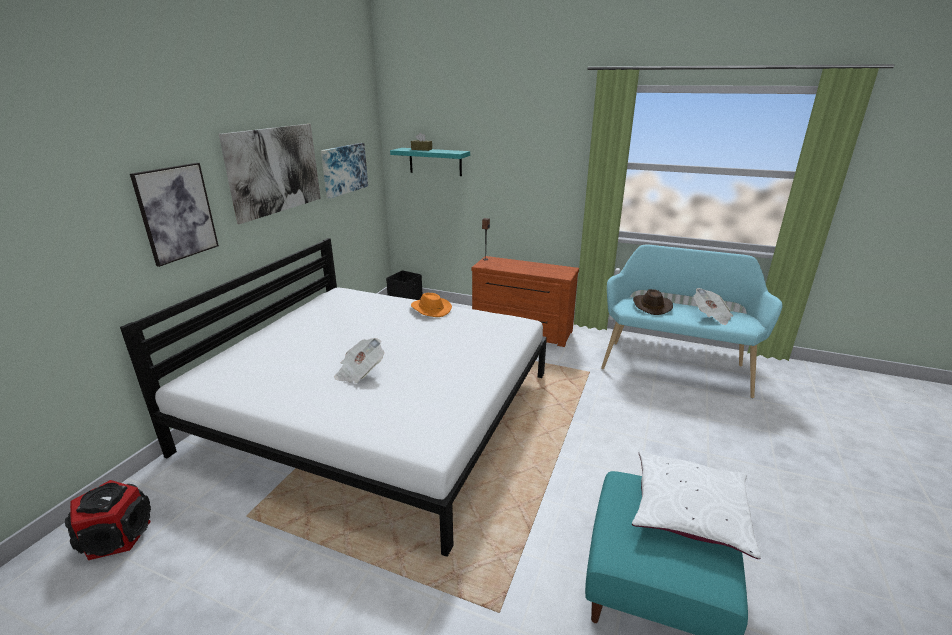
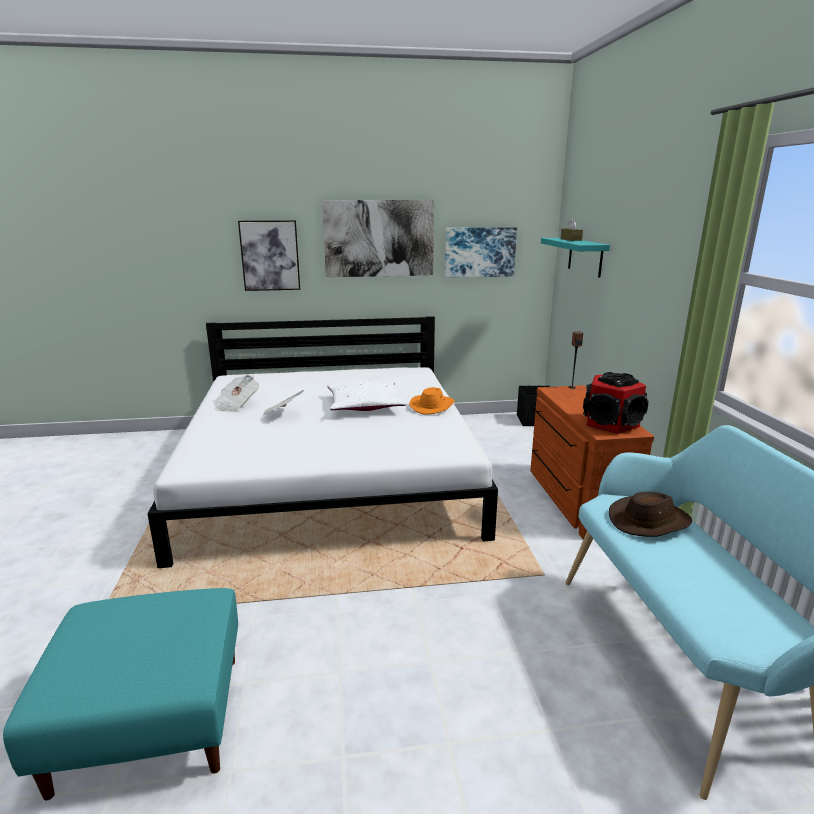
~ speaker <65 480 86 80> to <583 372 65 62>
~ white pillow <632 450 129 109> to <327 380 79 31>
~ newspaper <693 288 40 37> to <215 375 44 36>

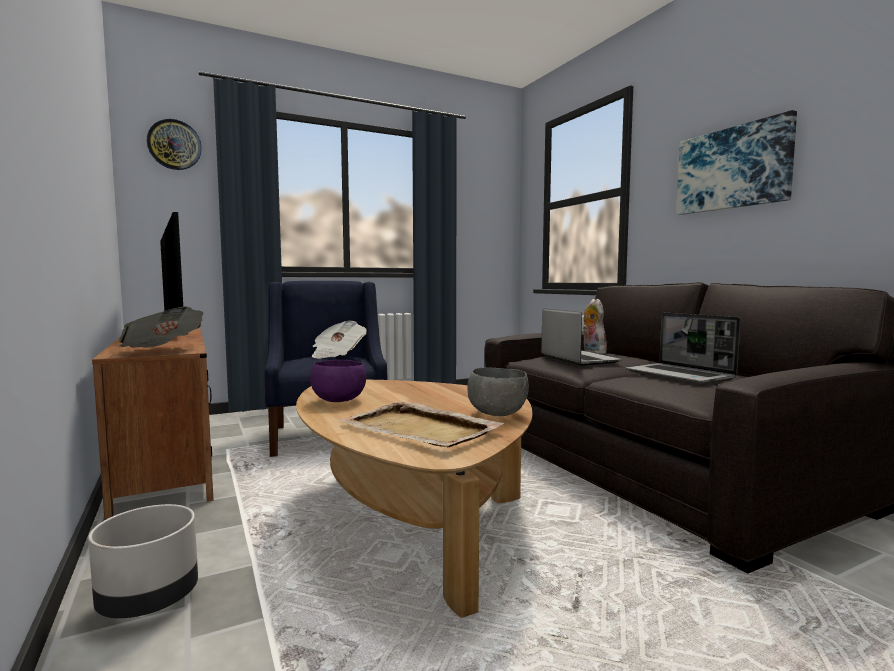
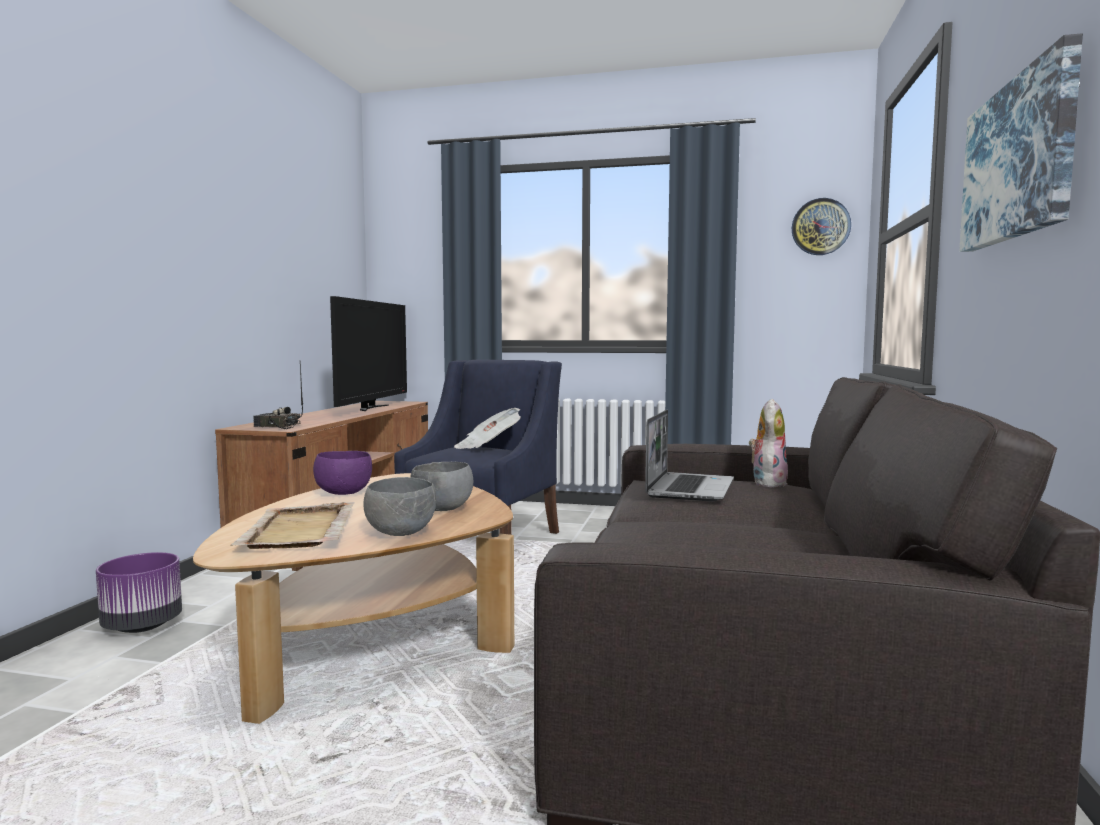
~ grey planter <88 504 110 114> to purple planter <96 552 86 81>
~ newspaper <119 307 85 41> to radio <253 362 50 67>
~ wall clock <147 119 55 51> to <792 198 59 57>
- laptop <626 313 115 71>
+ grey bowl <410 462 63 49>

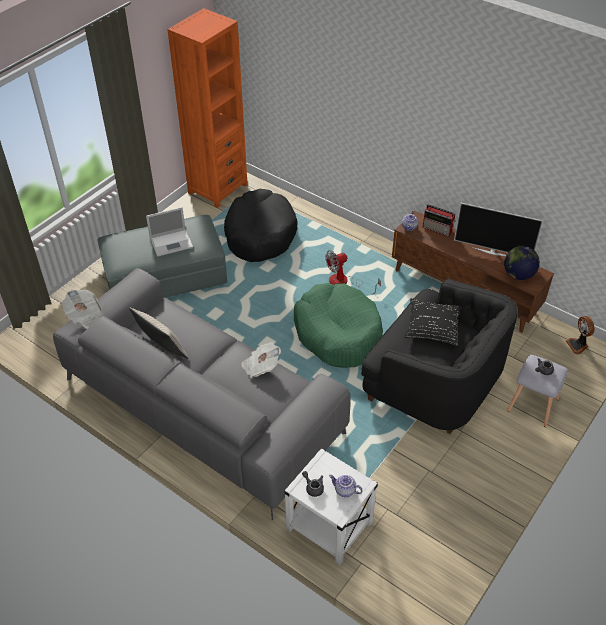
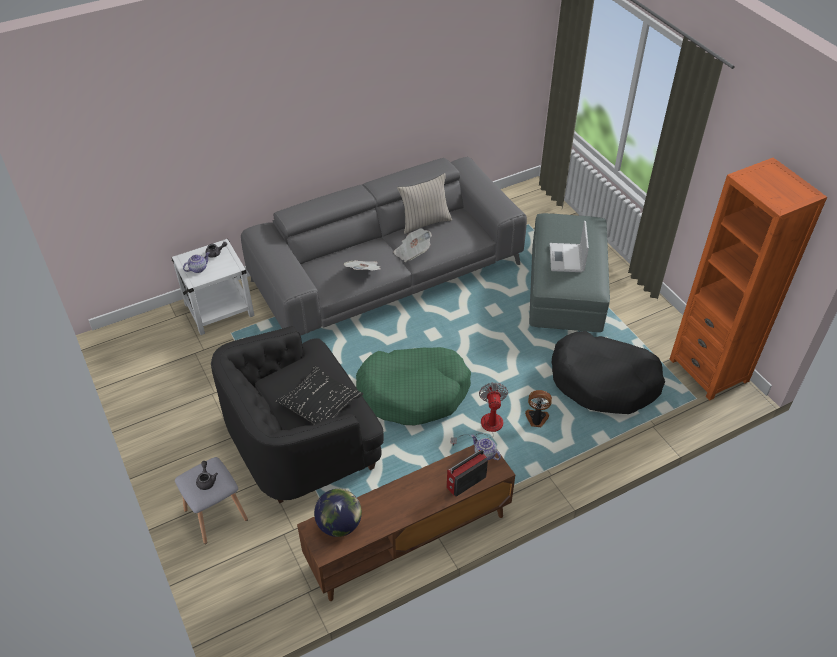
~ newspaper <62 289 41 40> to <394 228 38 34>
- television <454 203 89 53>
~ fan <566 316 29 39> to <525 390 27 37>

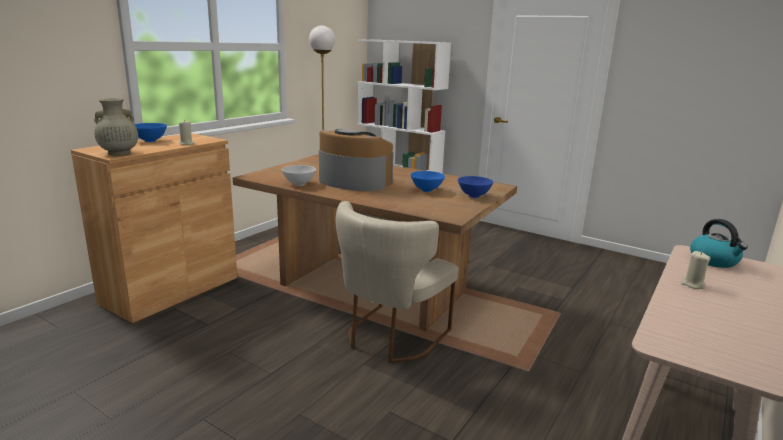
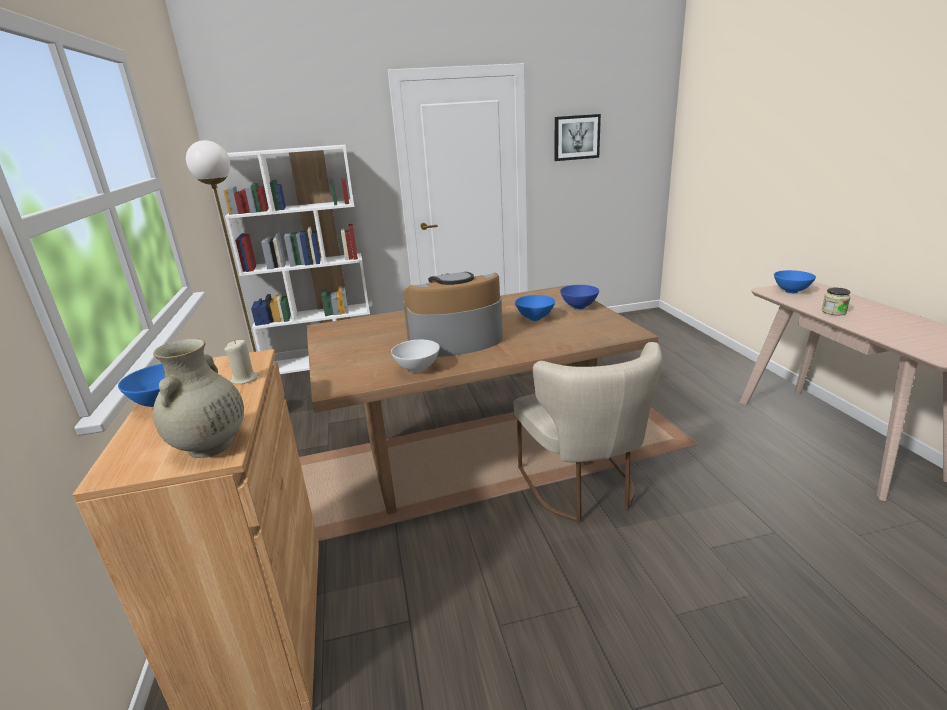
~ beige candle <681 251 29 38> to jar <822 287 29 28>
~ kettle <690 219 58 49> to blue bowl <774 270 42 23>
+ picture <555 114 46 47>

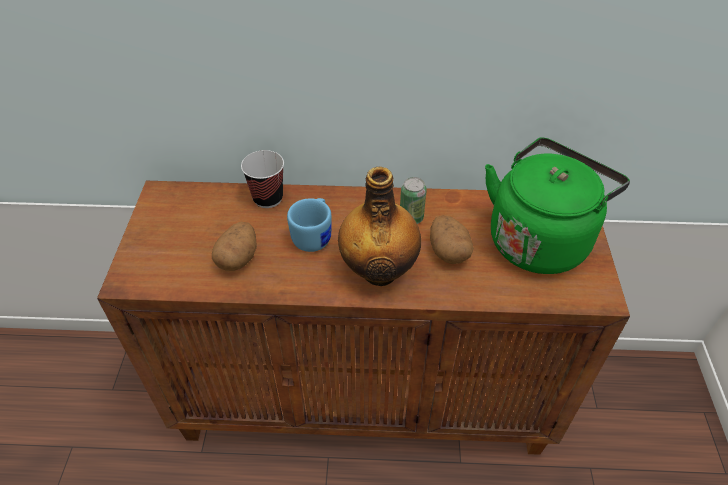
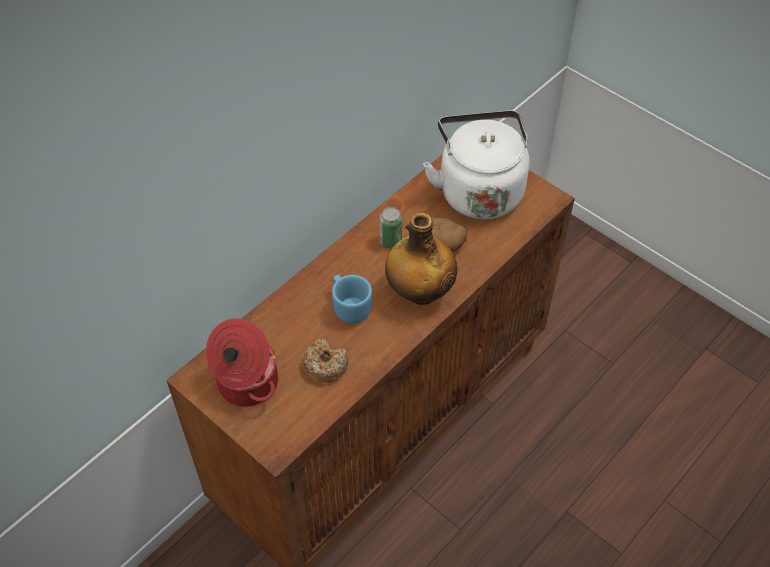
~ potato <212 222 45 49> to donut <302 338 46 45>
- cup <241 150 43 58>
~ green kettle <485 138 145 136> to white kettle <423 110 107 109>
+ cooking pot <206 318 72 89>

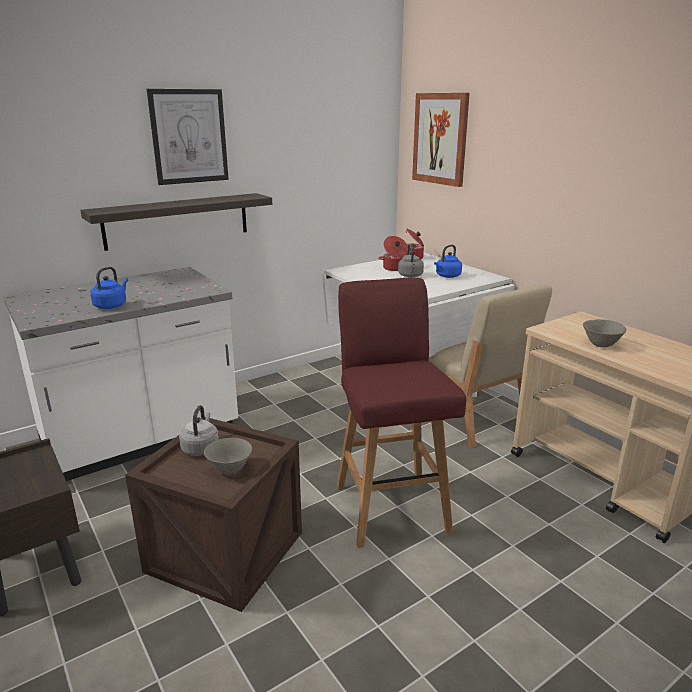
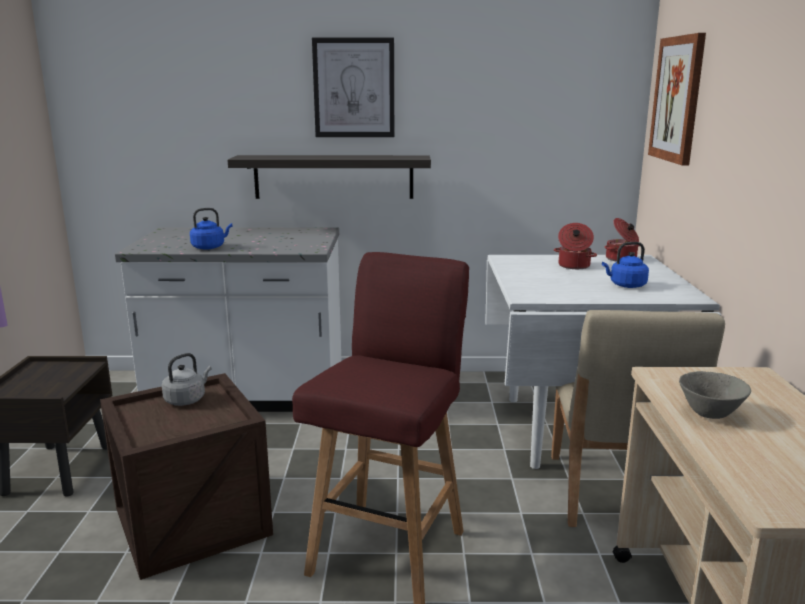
- grey bowl <204 438 48 37>
- grey kettle <398 244 26 33>

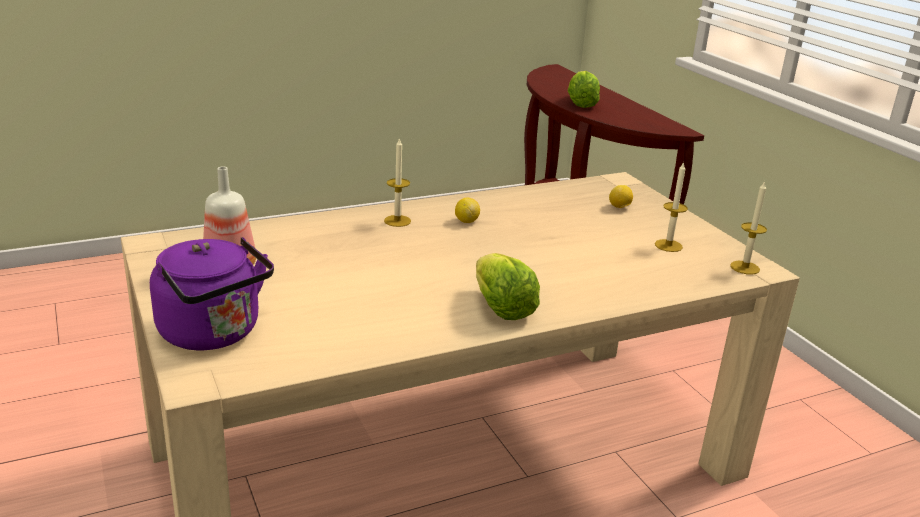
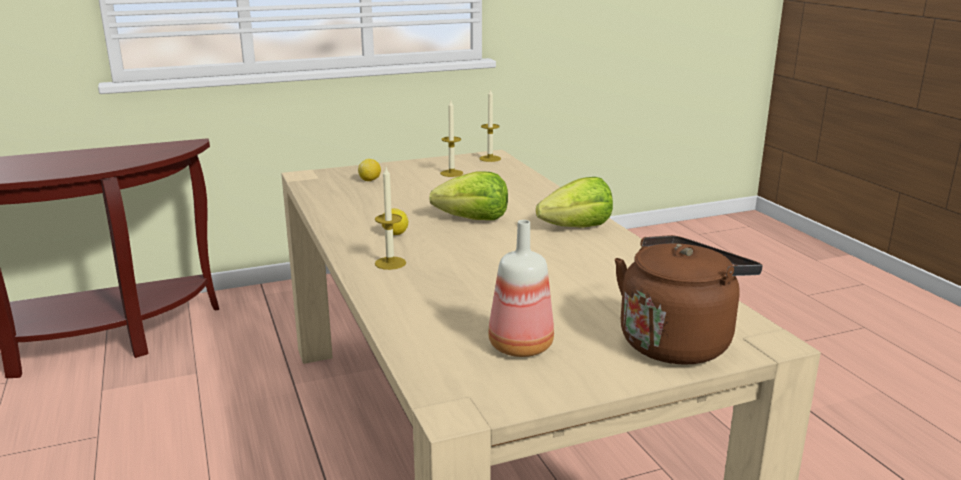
~ purple kettle <150 237 124 113> to brown kettle <615 235 148 130>
~ lettuce <568 71 32 37> to <429 171 79 49>

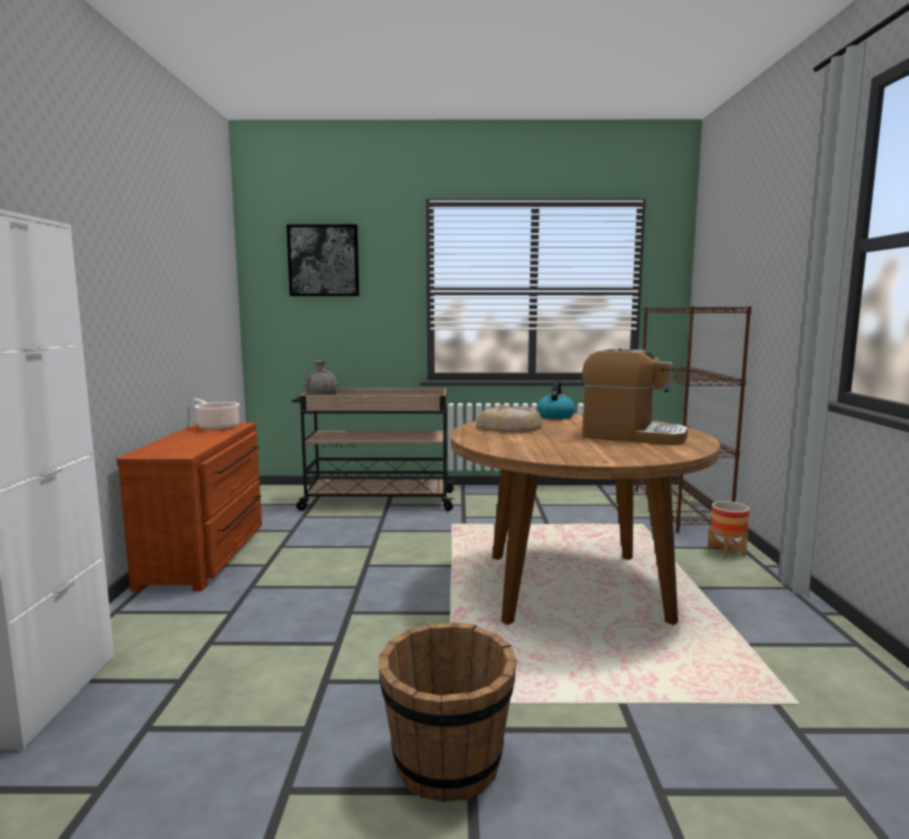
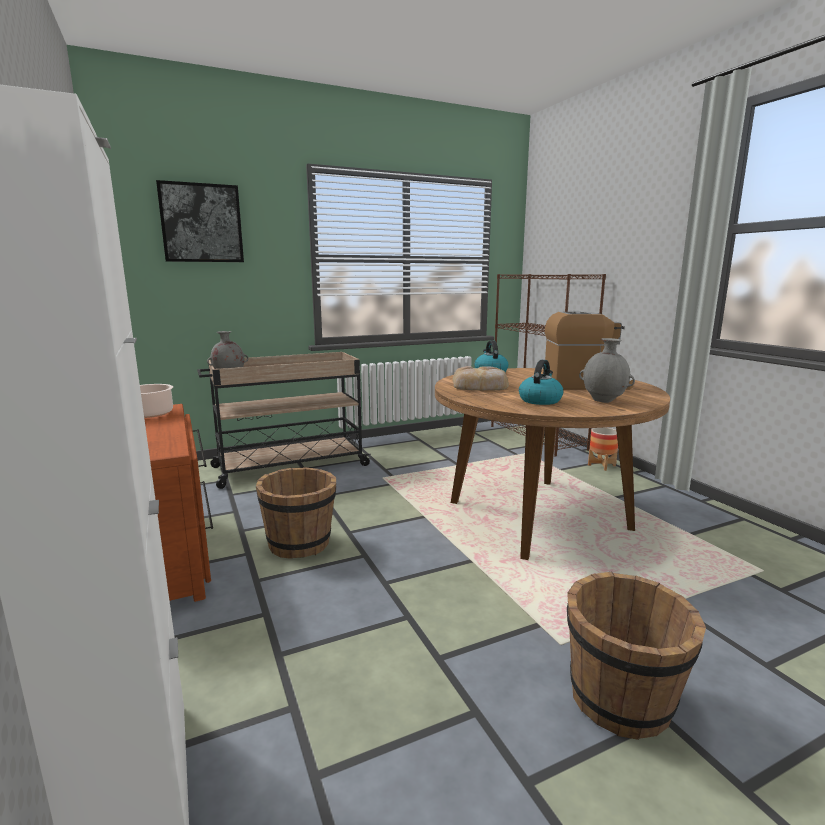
+ brown bucket <256 467 80 92>
+ kettle <519 360 45 45>
+ grey vase <579 338 56 65>

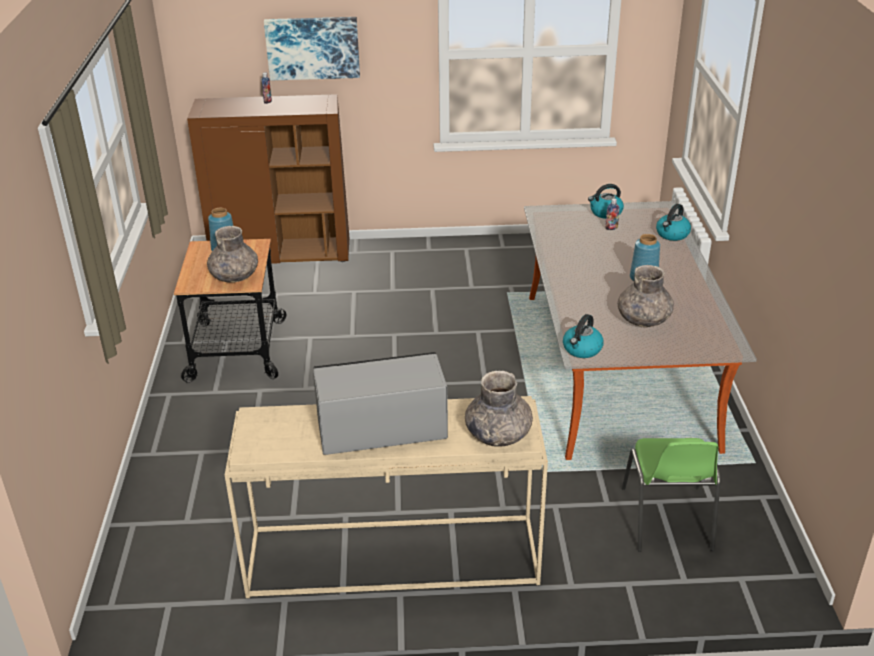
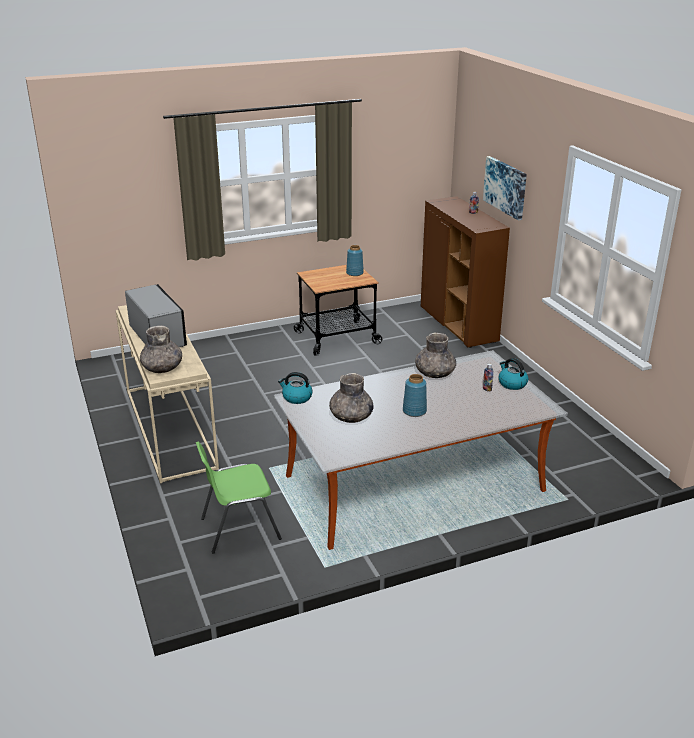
~ grey vase <207 226 51 57> to <415 332 41 46>
- kettle <656 204 35 37>

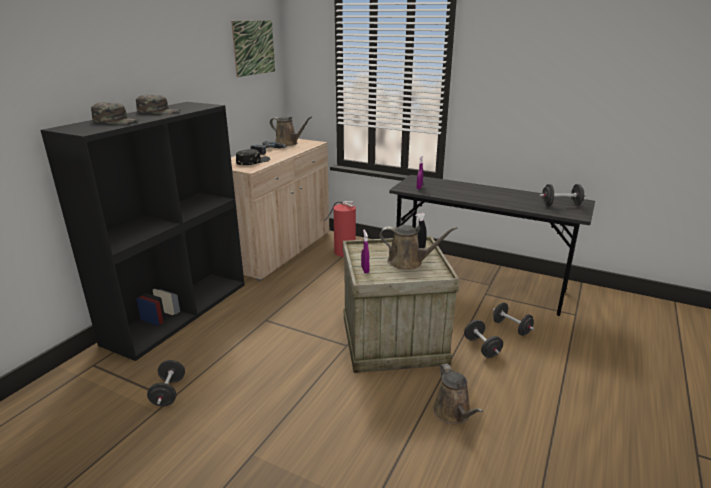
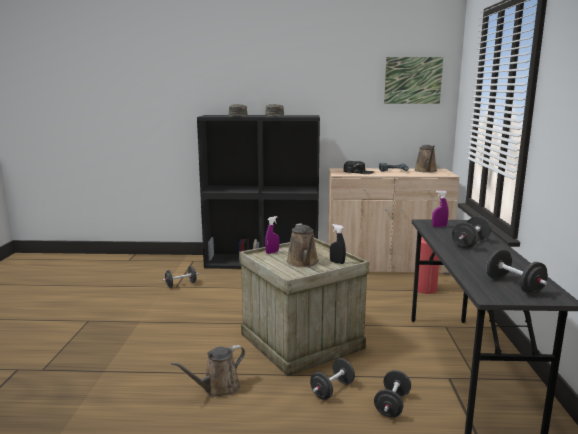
+ black dumbbell <452 216 39 33>

